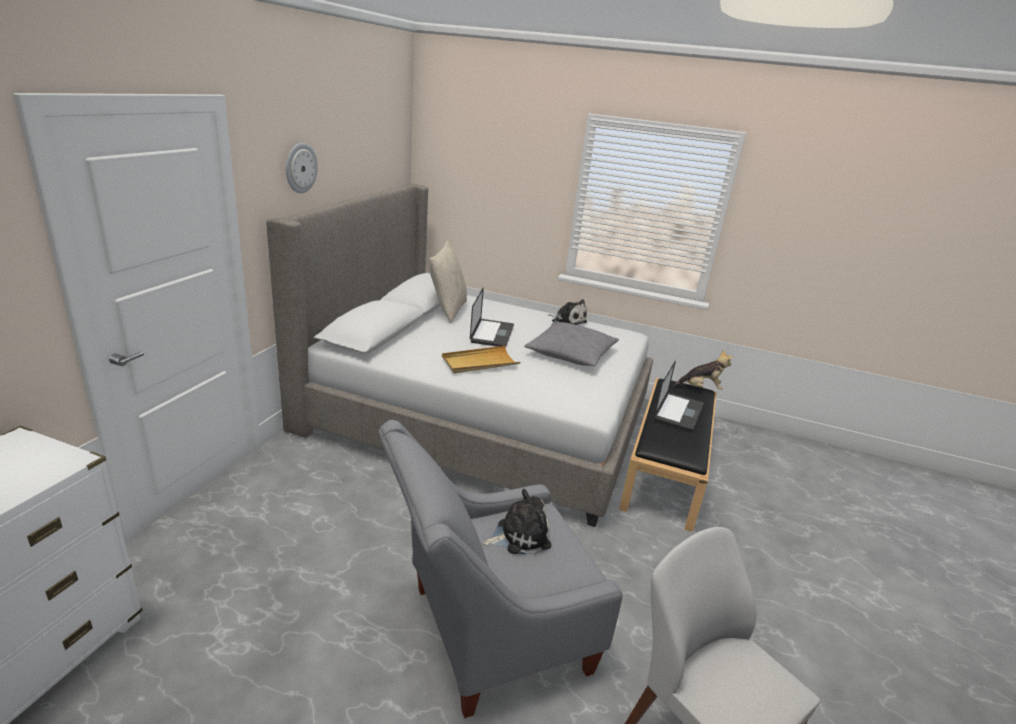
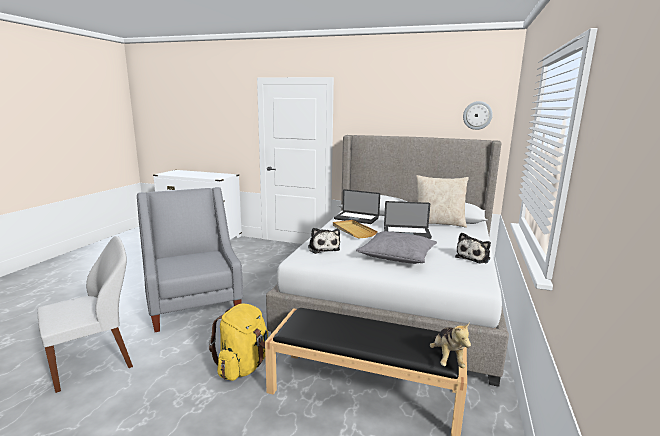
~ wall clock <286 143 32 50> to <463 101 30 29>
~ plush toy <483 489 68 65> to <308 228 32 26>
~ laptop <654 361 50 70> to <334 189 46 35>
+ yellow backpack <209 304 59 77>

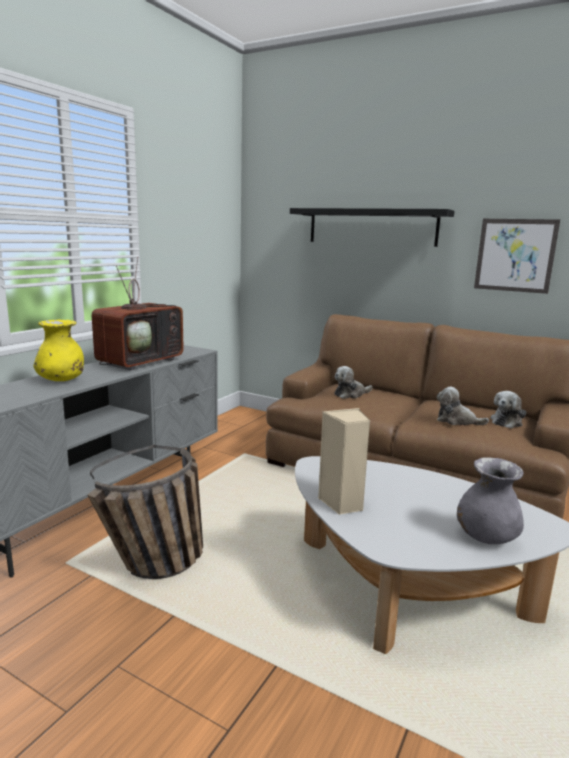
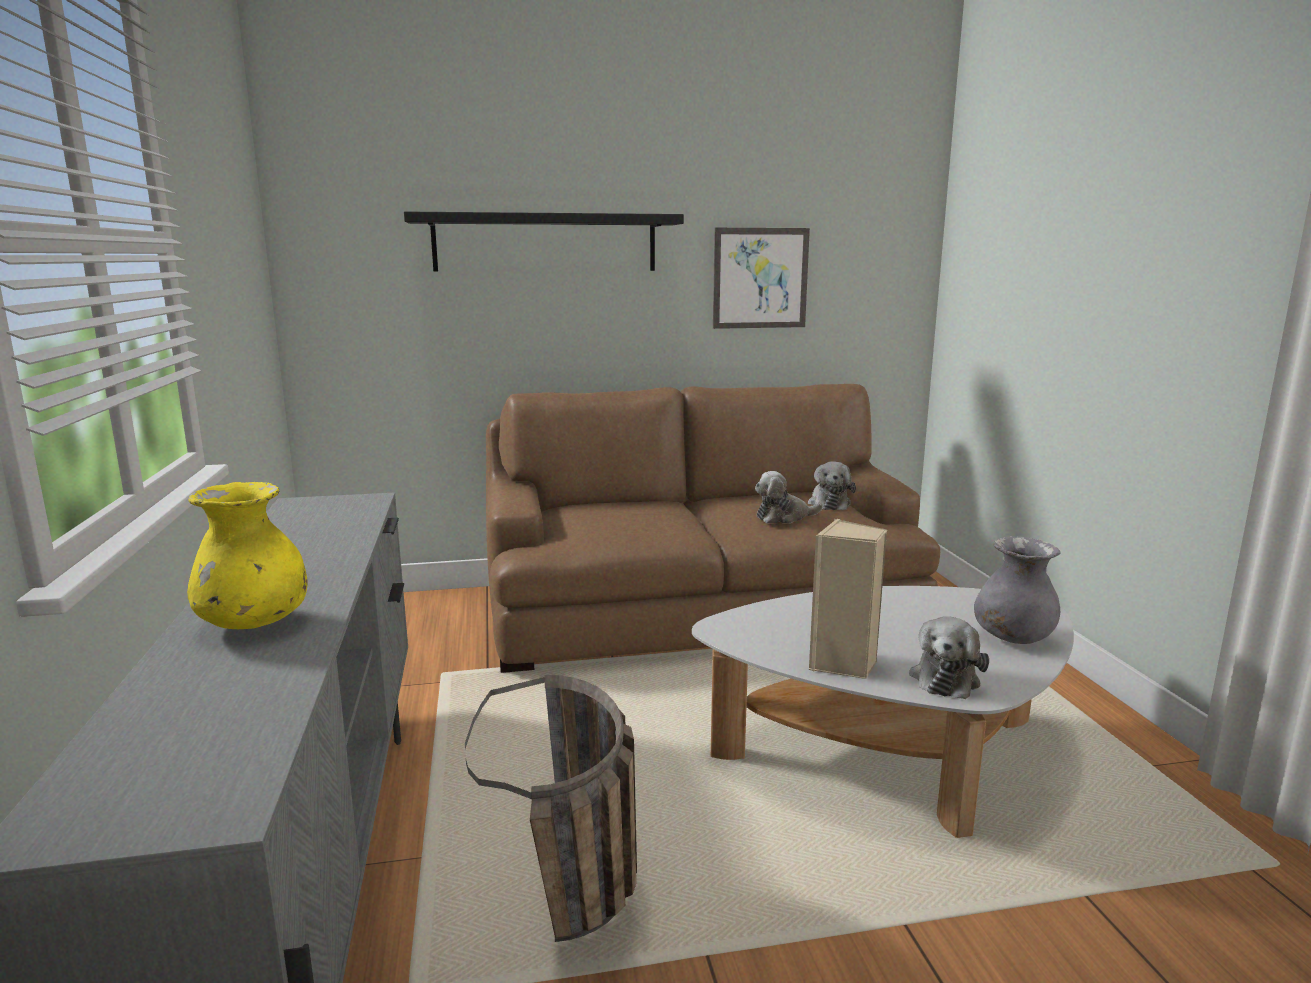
- television <92 257 92 113>
~ plush toy <334 366 39 33> to <909 616 80 83>

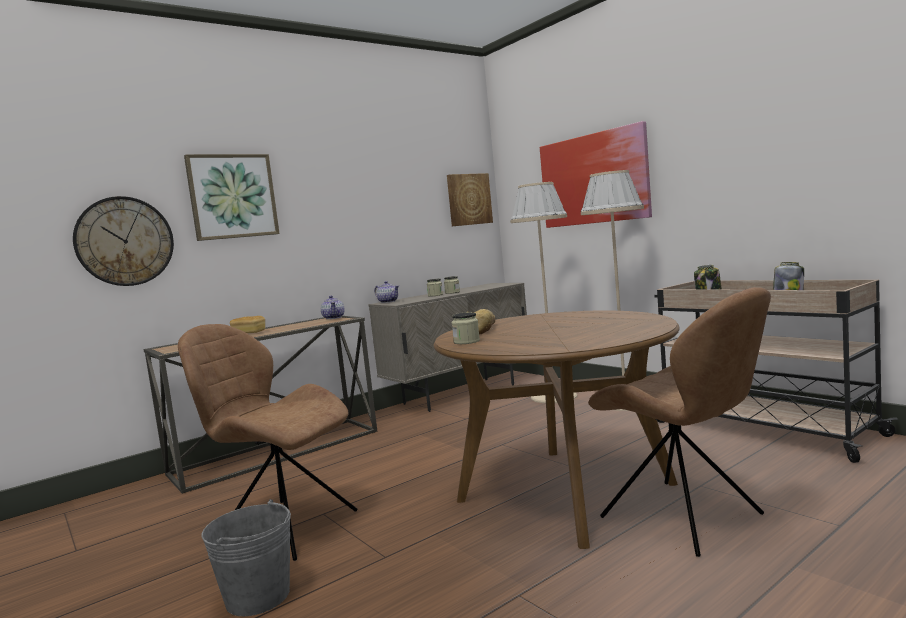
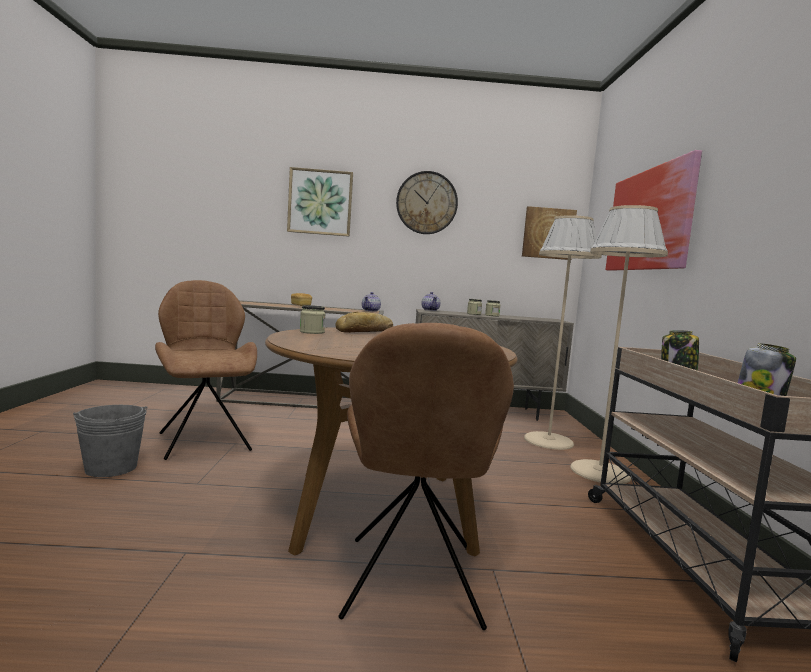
~ wall clock <73 196 101 90> to <396 171 62 63>

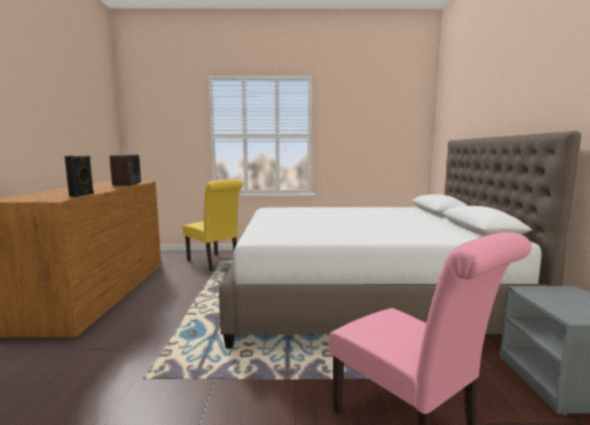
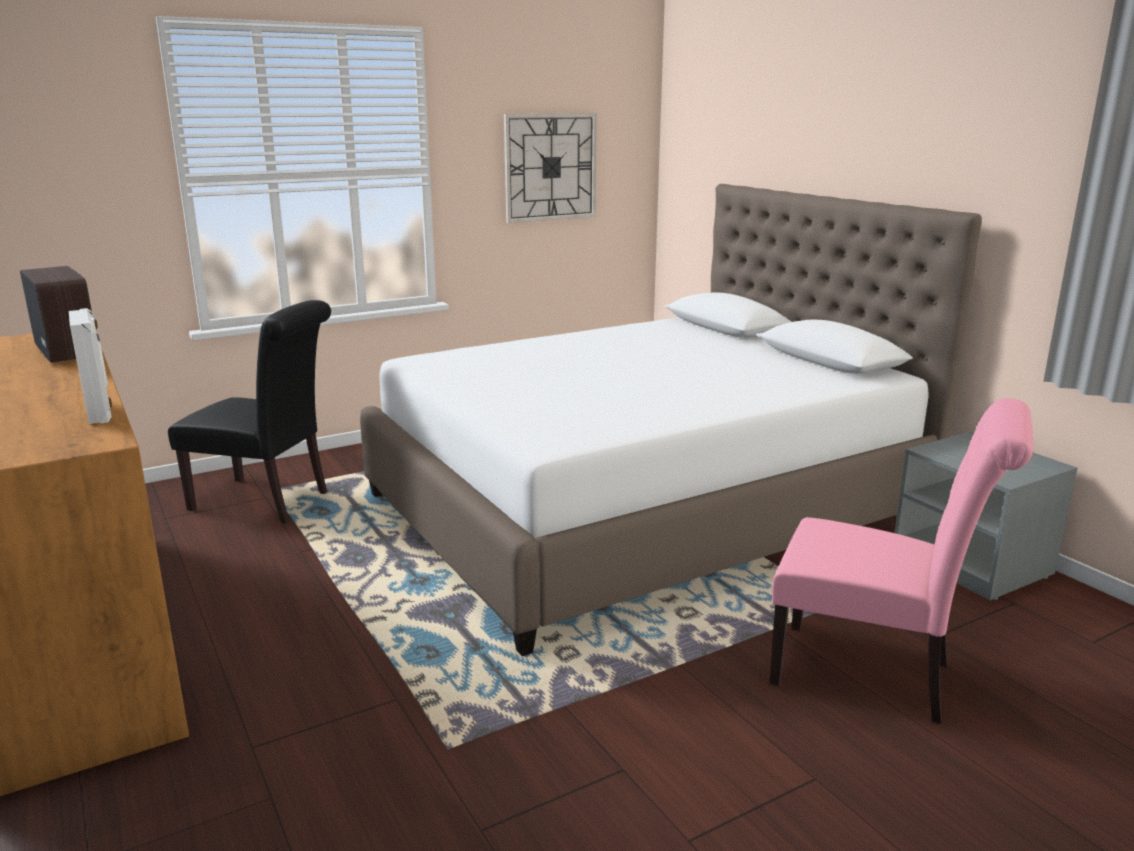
~ black speaker <65 155 29 42> to white speaker <69 308 43 116>
~ yellow chair <183 180 60 92> to black chair <168 300 163 224>
+ wall clock <504 113 93 110>

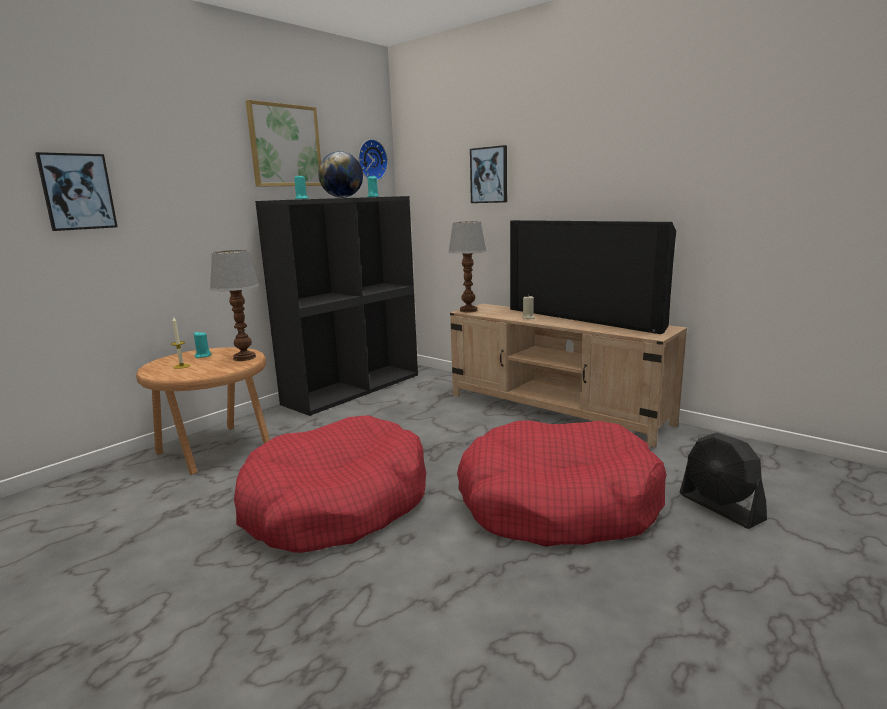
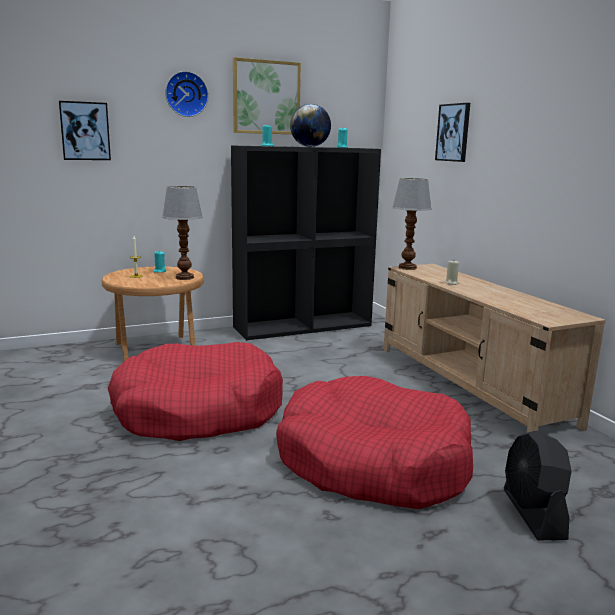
~ wall clock <358 139 30 41> to <165 71 43 46>
- television <510 220 166 114>

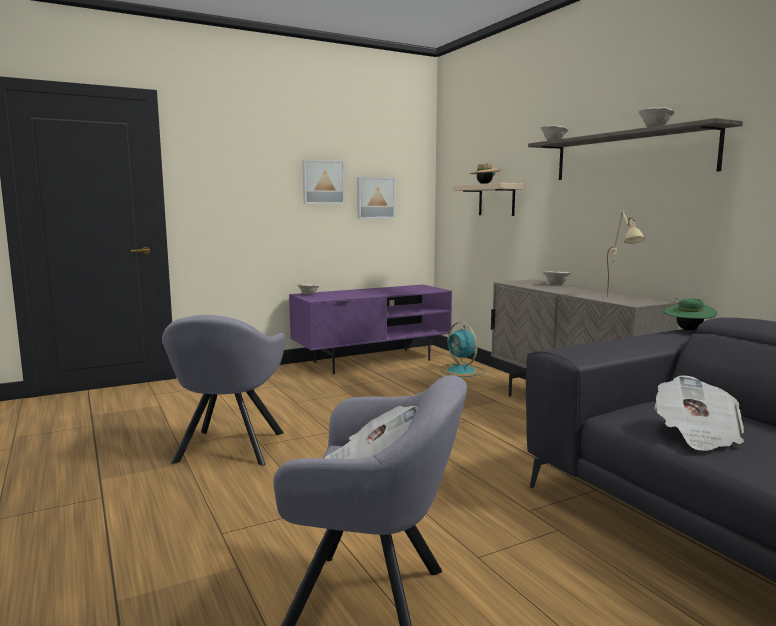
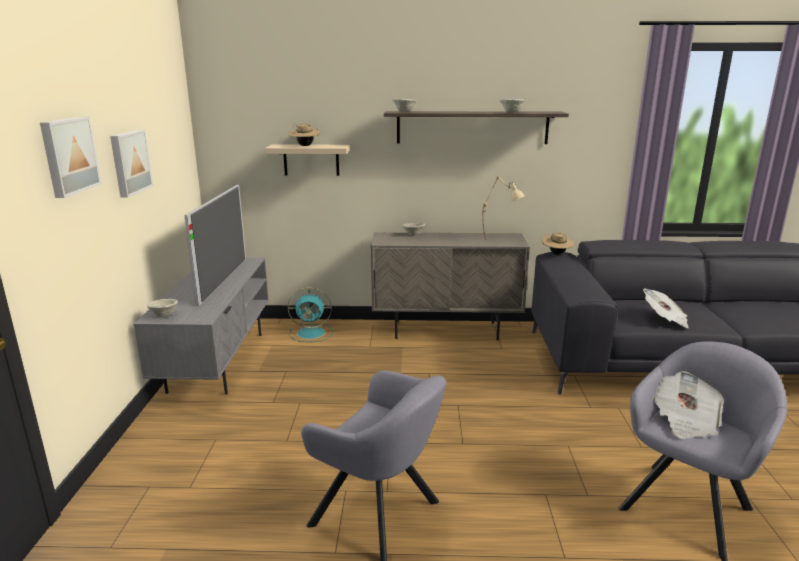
~ purple tv stand <289 285 163 89> to grey tv stand <134 258 135 137>
~ picture <357 177 38 42> to <40 117 61 81>
~ green hat <664 298 53 32> to beige hat <542 233 32 21>
+ television <184 184 62 122>

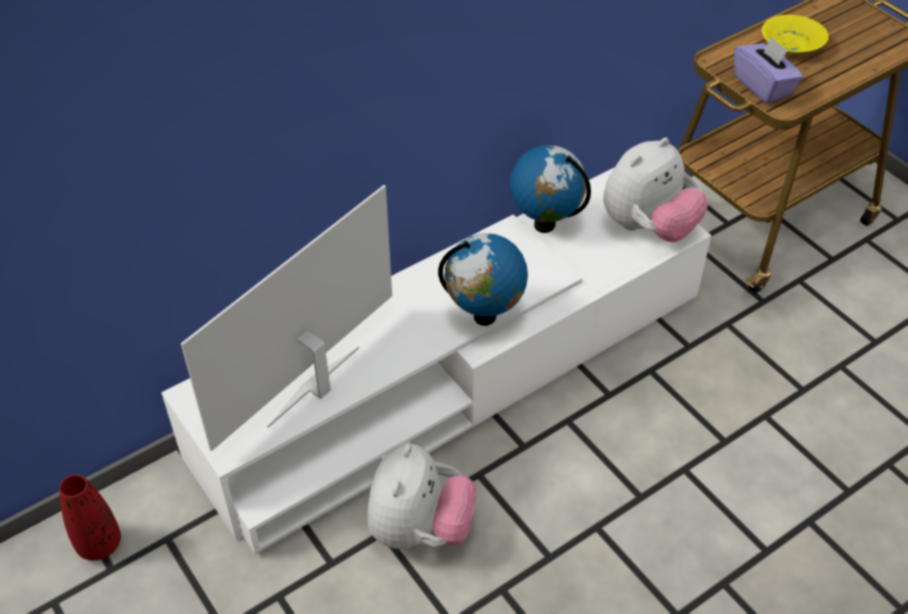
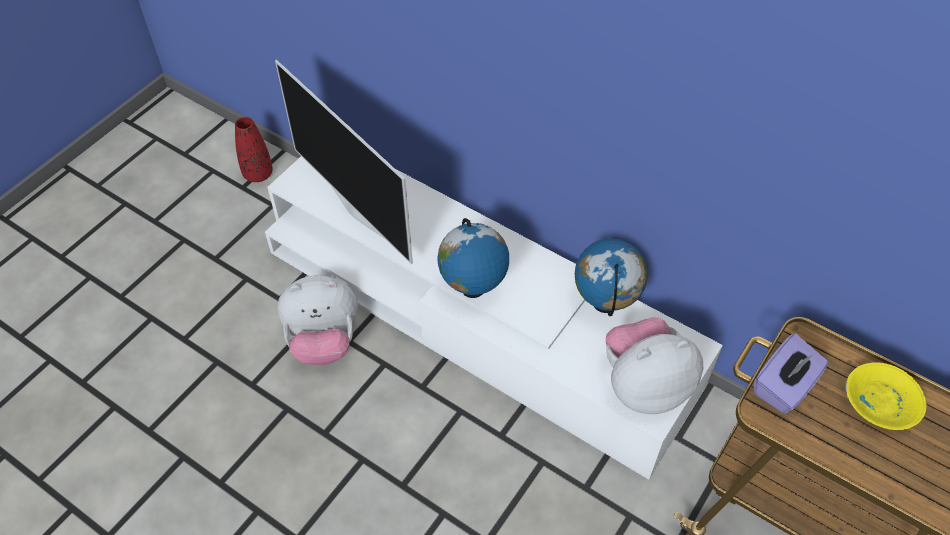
~ television <181 185 211 266> = <275 60 138 204> 150 degrees counterclockwise
~ plush toy <603 138 105 104> = <606 317 97 97> 135 degrees clockwise

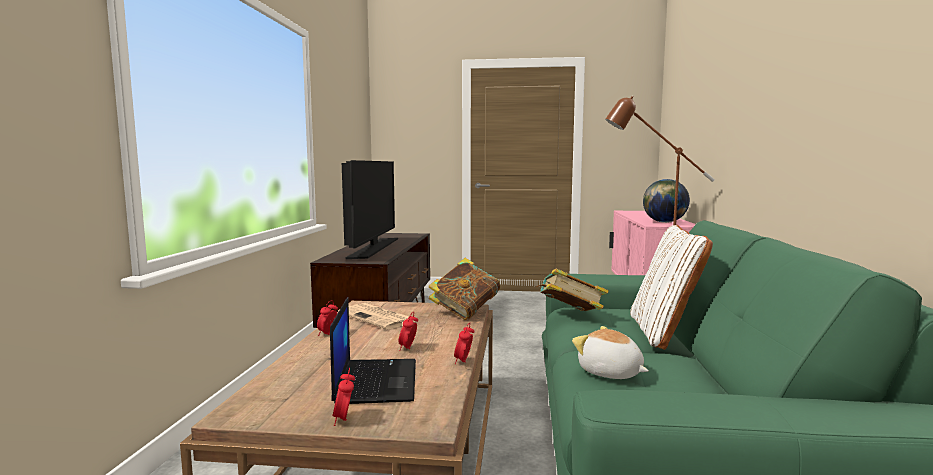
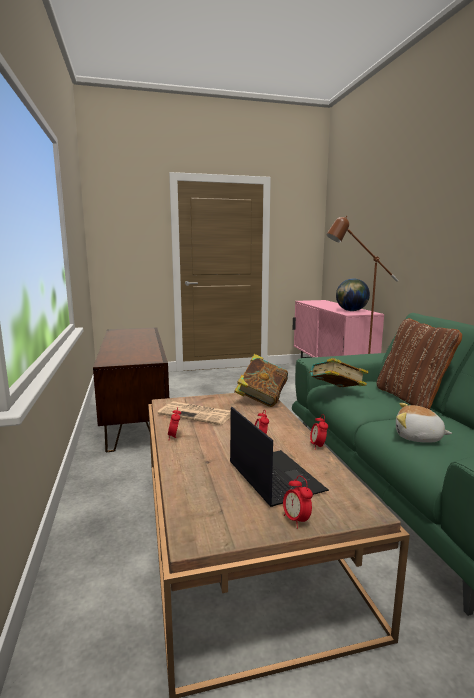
- television <342 160 56 99>
~ white pillow <630 225 83 125> to brown pillow <377 318 85 92>

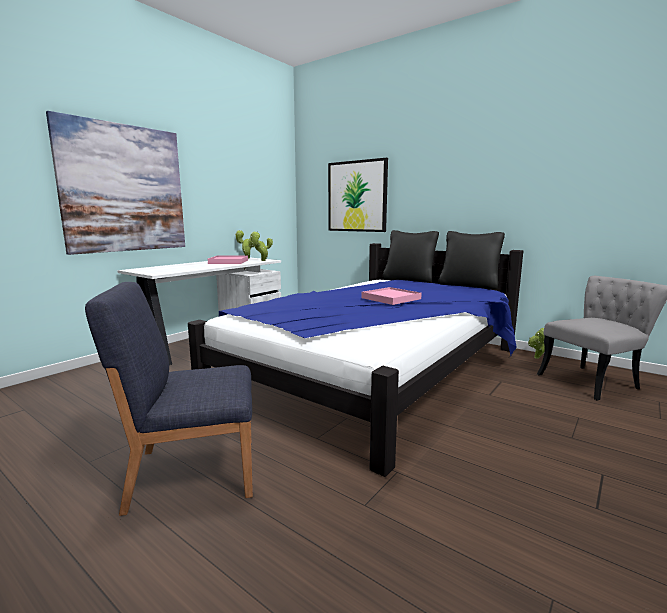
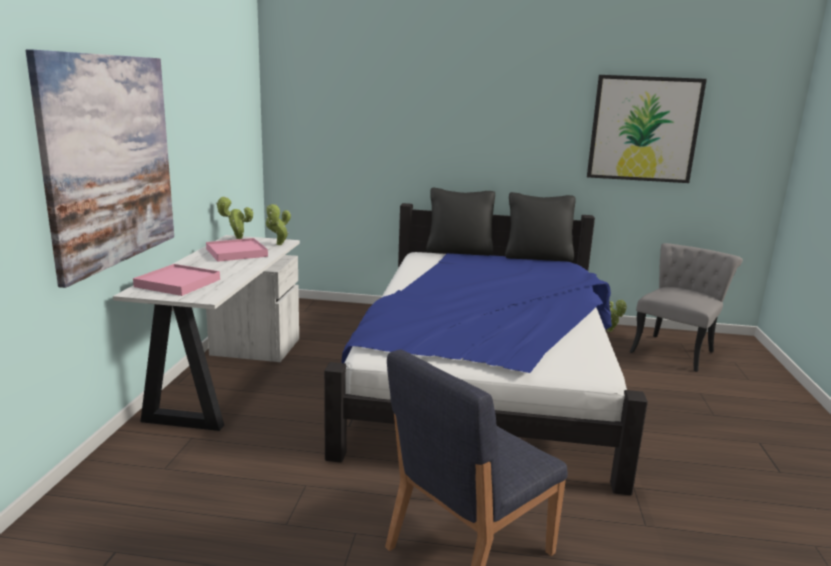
~ picture <328 158 60 74> to <587 75 120 108>
~ pink tray <361 287 61 18> to <133 264 87 32>

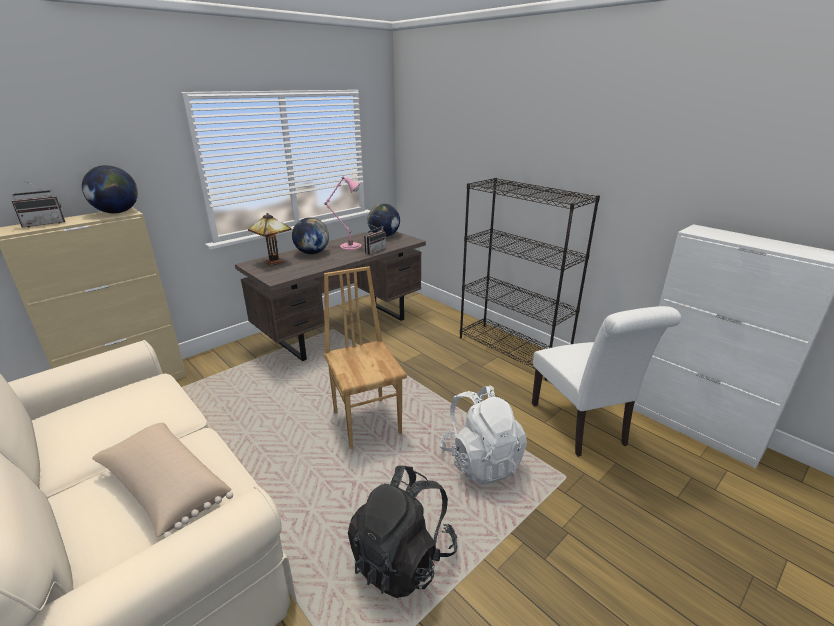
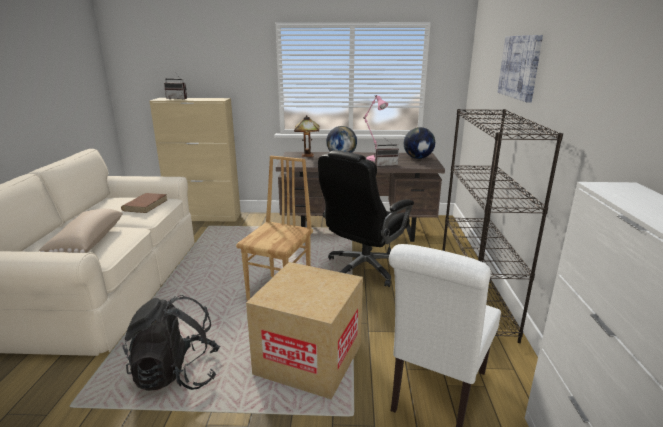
- globe <82 165 56 48>
~ white backpack <439 386 88 99> to cardboard box <246 262 117 138>
+ brown book <121 193 46 20>
+ black office chair <318 150 96 137>
+ picture <498 35 45 68>

